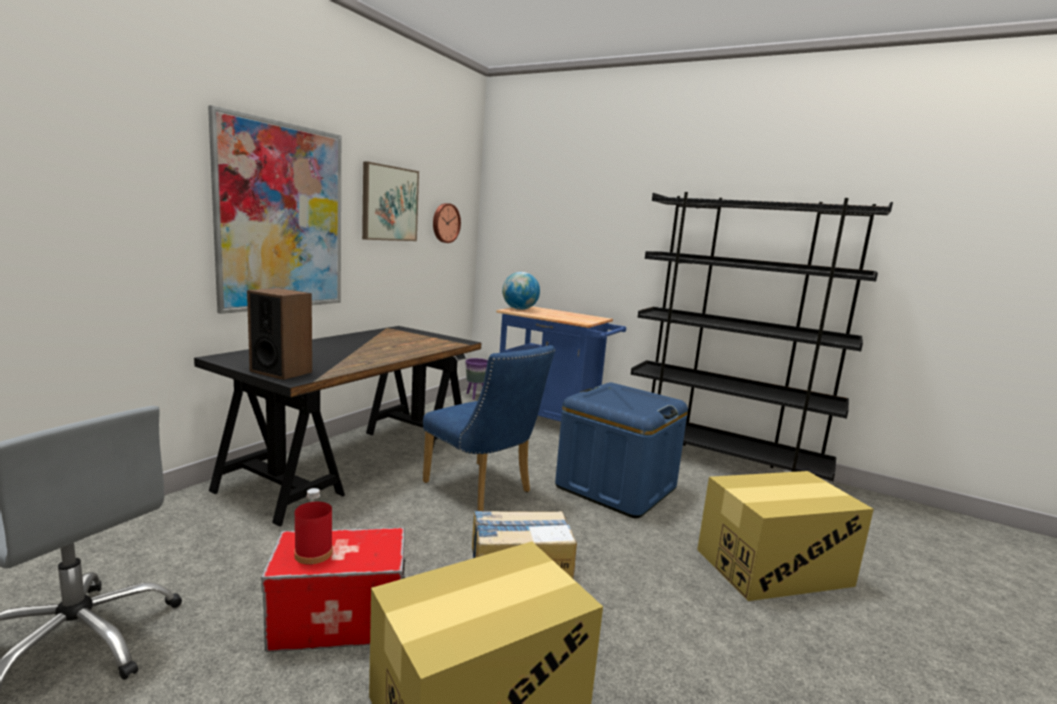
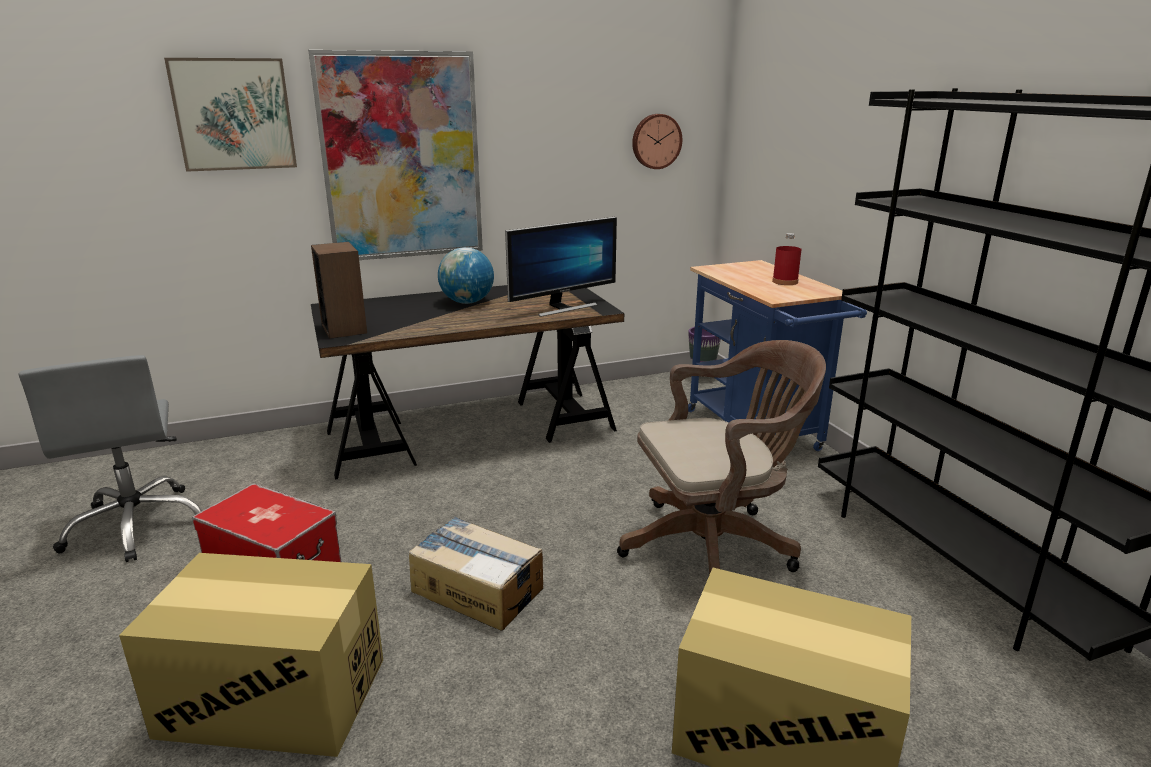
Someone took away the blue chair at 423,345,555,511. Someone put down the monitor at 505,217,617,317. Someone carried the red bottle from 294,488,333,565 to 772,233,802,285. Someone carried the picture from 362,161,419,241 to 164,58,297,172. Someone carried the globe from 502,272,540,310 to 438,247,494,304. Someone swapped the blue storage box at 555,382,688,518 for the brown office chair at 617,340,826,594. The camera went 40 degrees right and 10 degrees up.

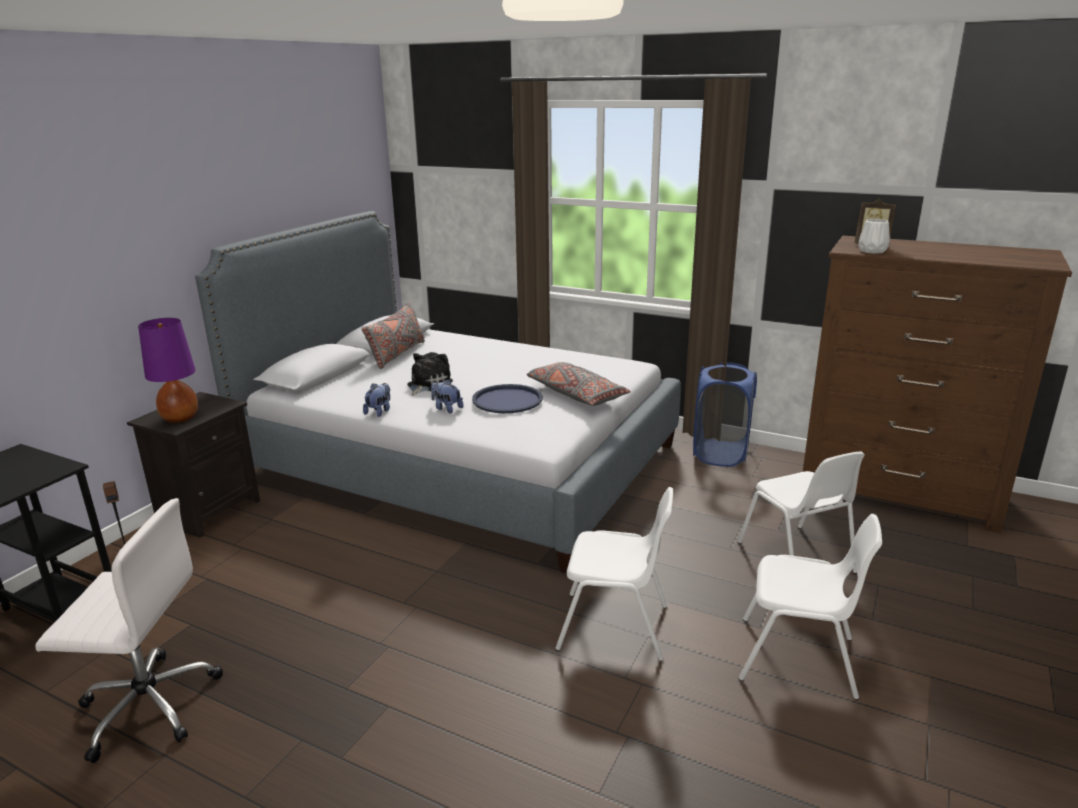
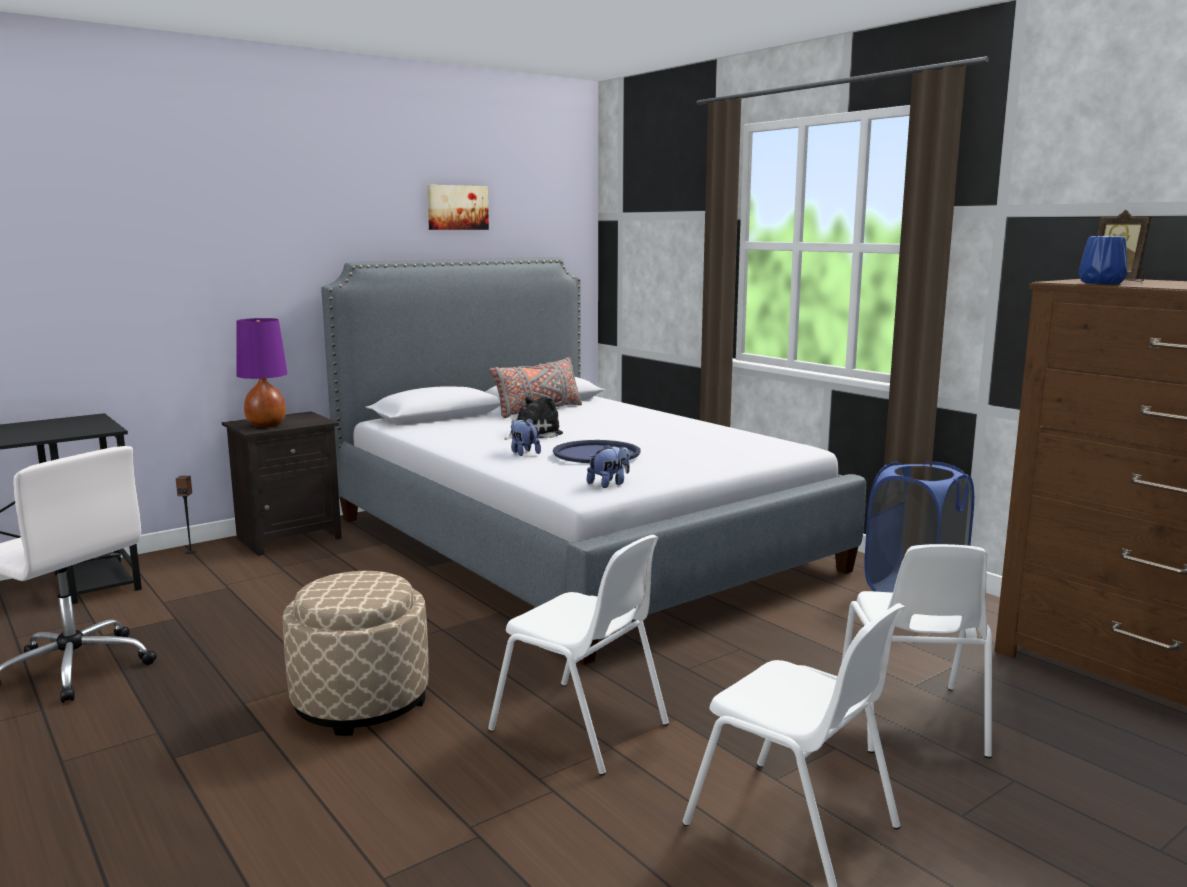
Someone took away the grey pillow at 527,362,631,406. Someone put down the beige ottoman at 283,571,429,736. Someone put up the picture at 427,185,489,230. Someone carried the plush toy from 363,383,390,417 to 587,444,630,488. Someone repainted the white vase at 859,219,890,254, which became the blue vase at 1078,236,1127,284. The camera went 25 degrees right and 10 degrees down.

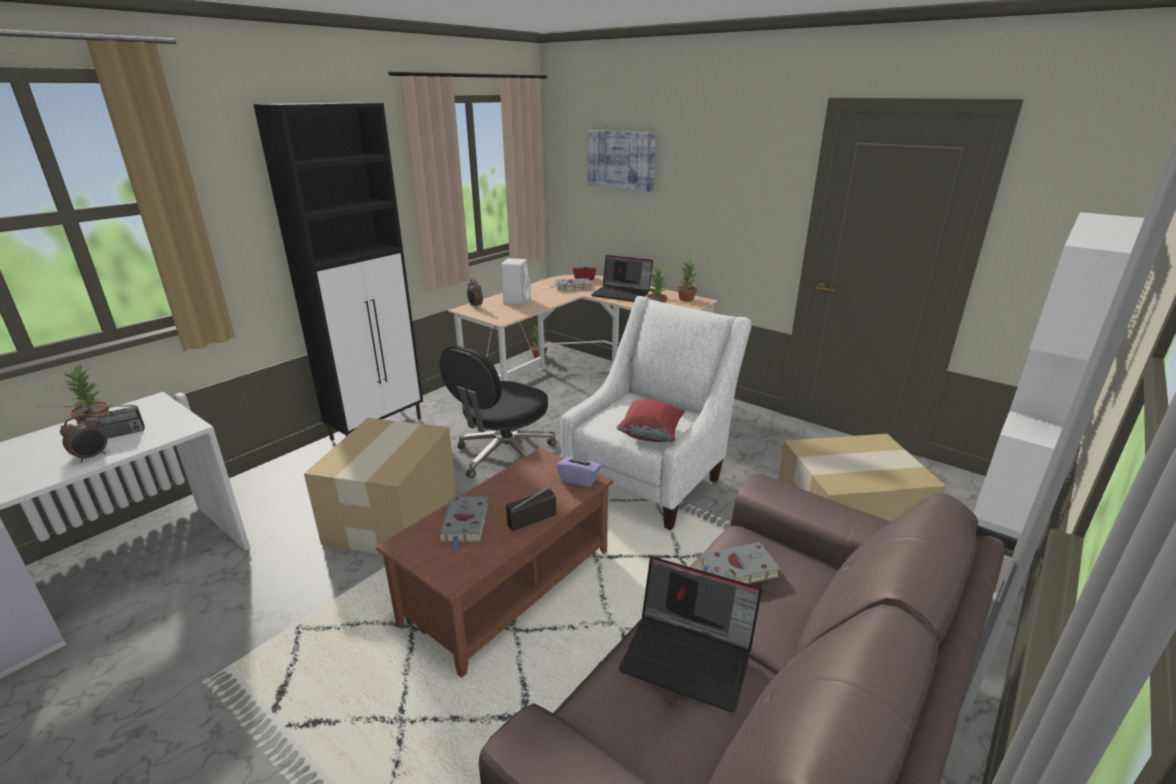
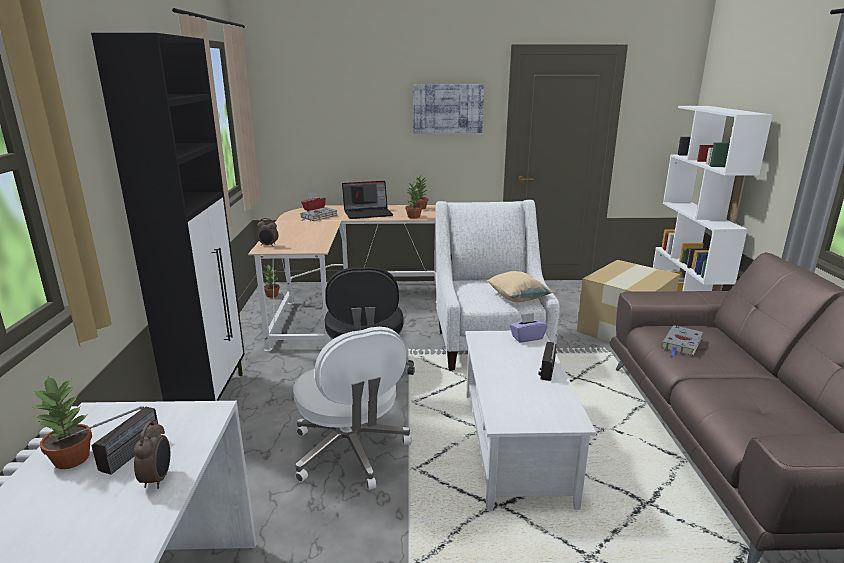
Someone took away the grey book at 439,496,489,551. Someone took away the white speaker at 501,258,531,305. Someone took away the laptop at 619,557,762,712. Someone carried the picture from 588,130,656,192 to 413,84,484,133. Someone swapped the cardboard box at 304,418,457,555 for the white office chair at 293,327,411,490. Someone repainted the brown coffee table at 376,448,613,678, which became the white coffee table at 465,331,596,511. Someone repainted the red pillow at 616,399,686,442, which became the beige pillow at 487,271,553,302. The camera went 40 degrees left and 5 degrees down.

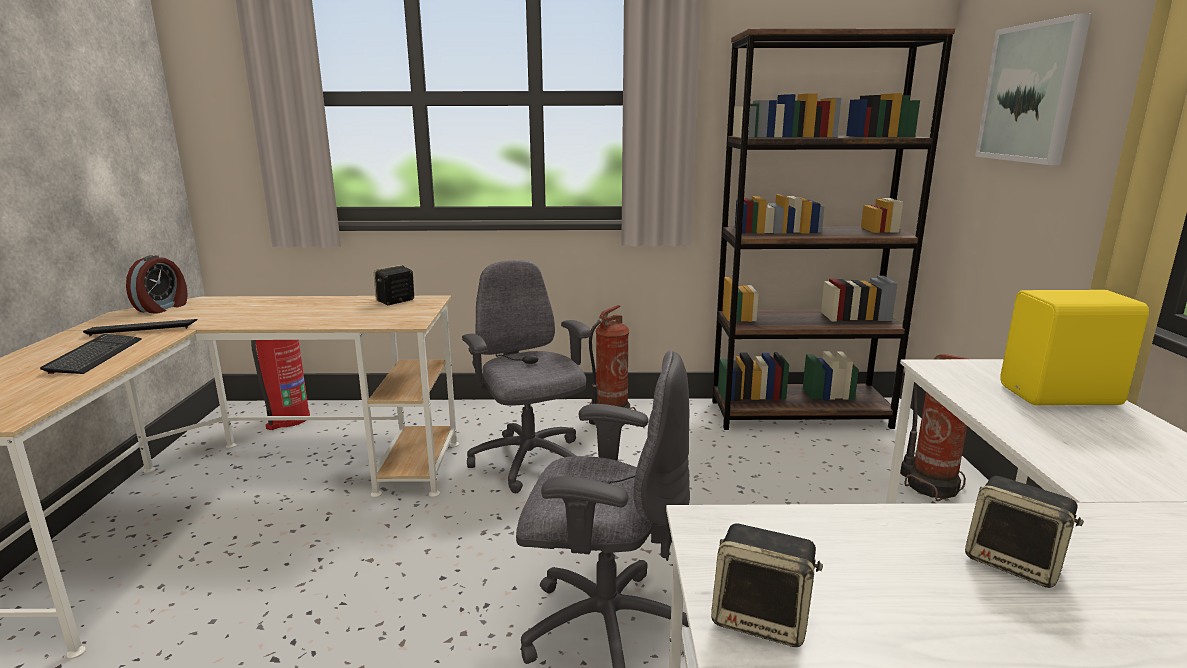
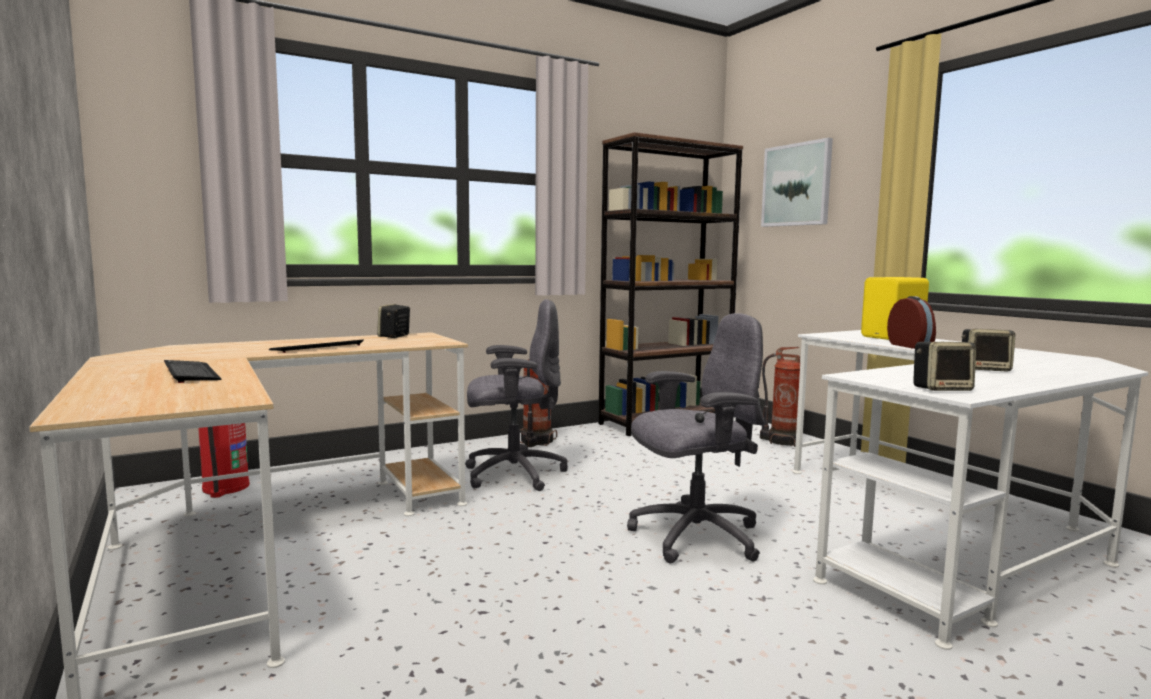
Someone carried the keyboard from 83,319,198,337 to 269,339,364,353. Someone carried the alarm clock from 126,255,188,314 to 887,296,936,349. Someone rotated the grey office chair at 462,260,591,493 by 135 degrees clockwise. The camera went 30 degrees left and 10 degrees down.

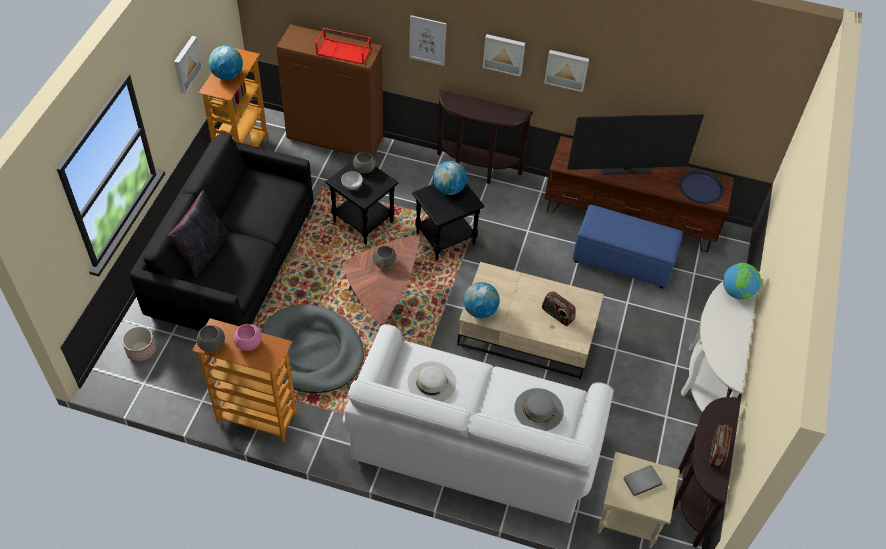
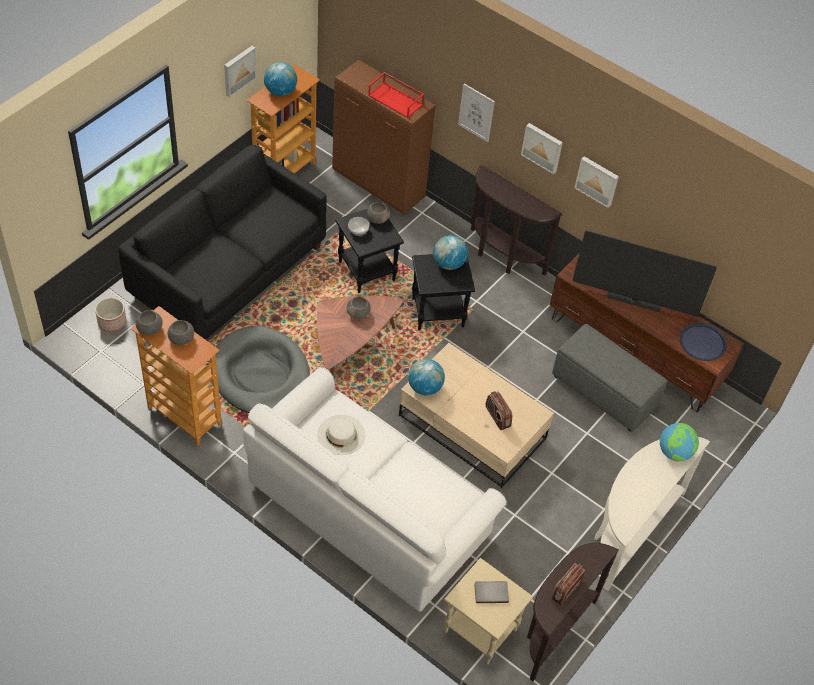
Someone took away the black pillow at 168,190,229,279. Someone took away the grey hat at 514,388,564,431. Someone repainted the pink bowl at 234,324,262,351, which became the grey bowl at 167,320,194,345. Someone repainted the blue ottoman at 573,205,683,289, which became the grey ottoman at 552,324,667,432. The camera went 20 degrees right and 0 degrees up.

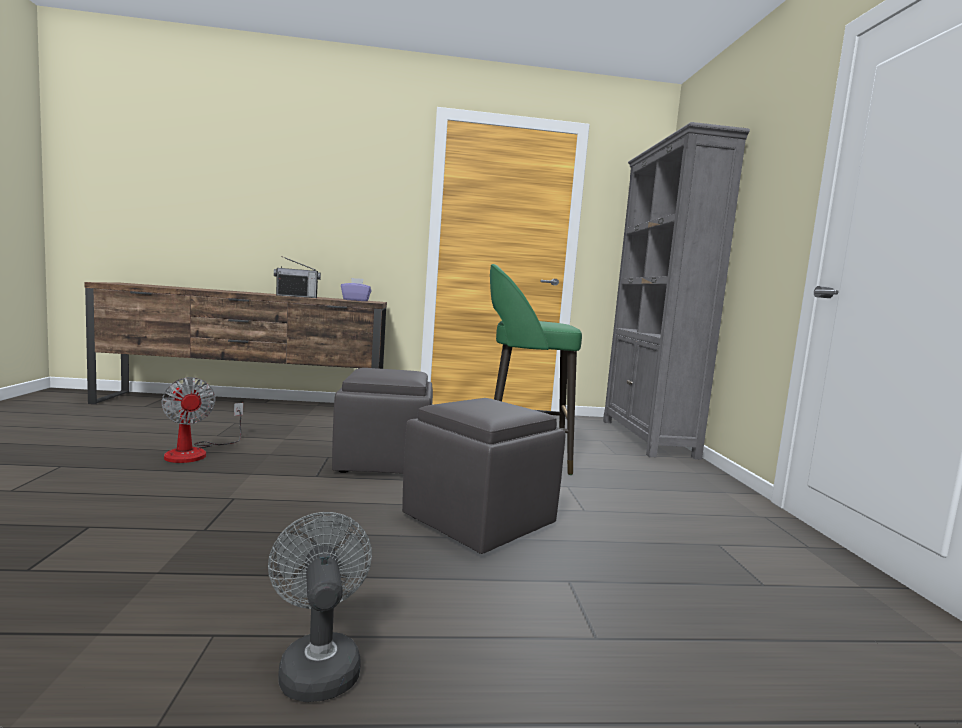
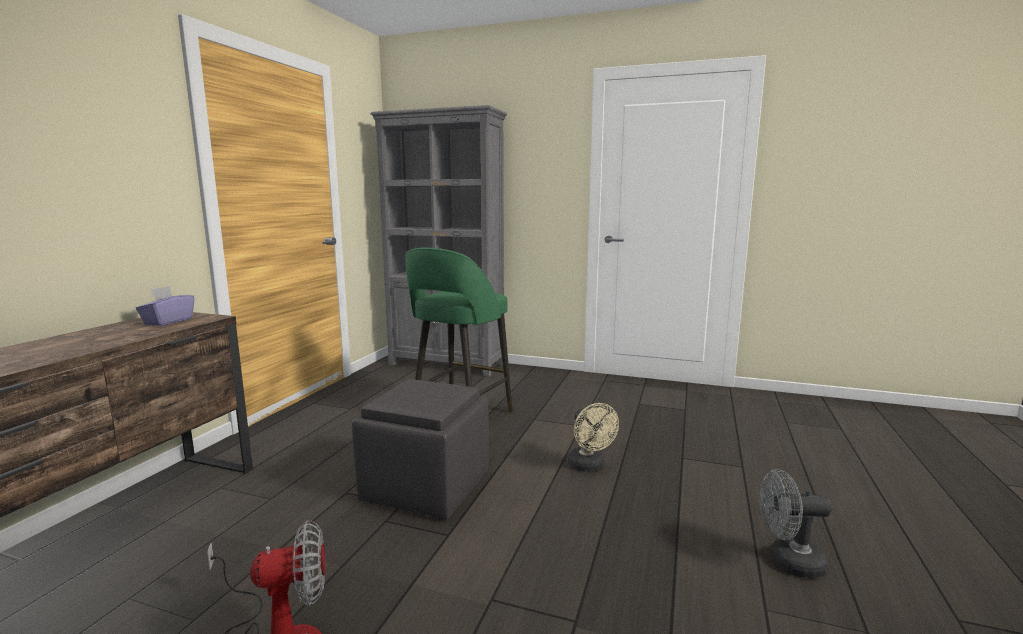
Someone took away the radio at 274,256,321,298. Someone swapped the grey ottoman at 402,398,566,554 for the beige fan at 567,403,619,472. The camera went 65 degrees left and 5 degrees up.

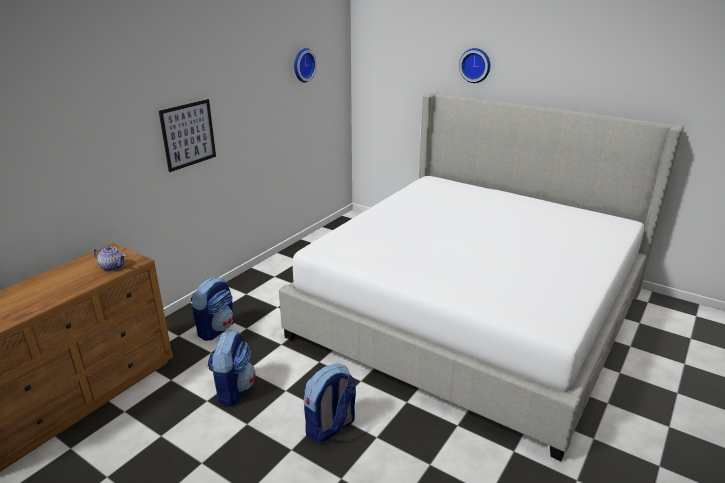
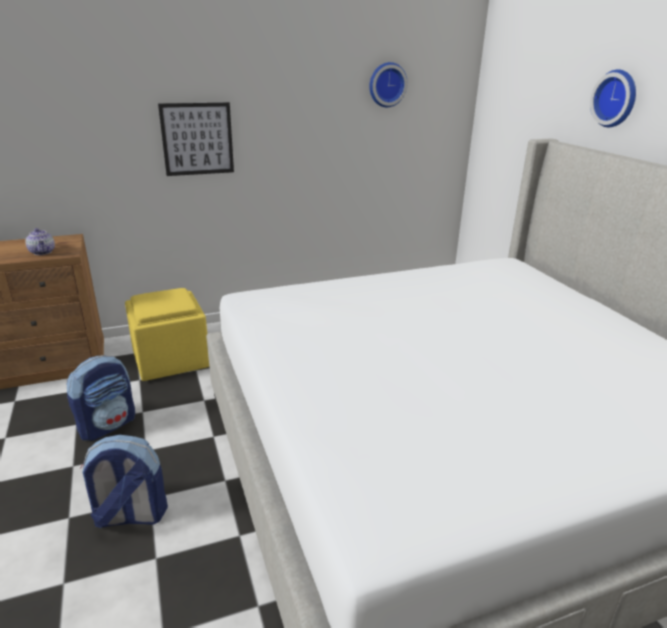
Someone swapped the backpack at 191,277,234,341 for the yellow ottoman at 125,288,209,381. The camera went 35 degrees right and 0 degrees up.

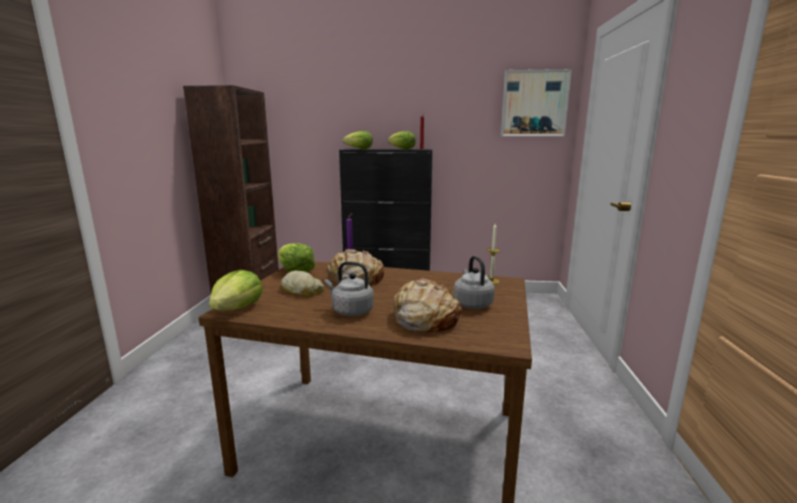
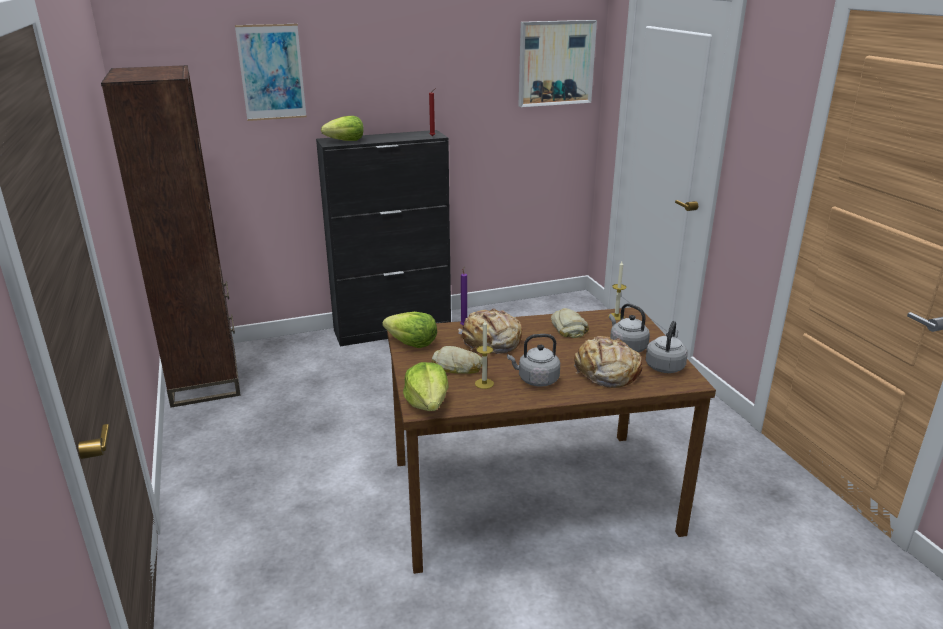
Someone took away the lettuce at 388,131,416,149. Someone put up the picture at 235,24,307,121. Someone put down the candle at 475,321,494,389. Someone put down the bread at 551,308,589,338. Someone put down the grey kettle at 646,321,688,373. The camera went 25 degrees left and 10 degrees up.

